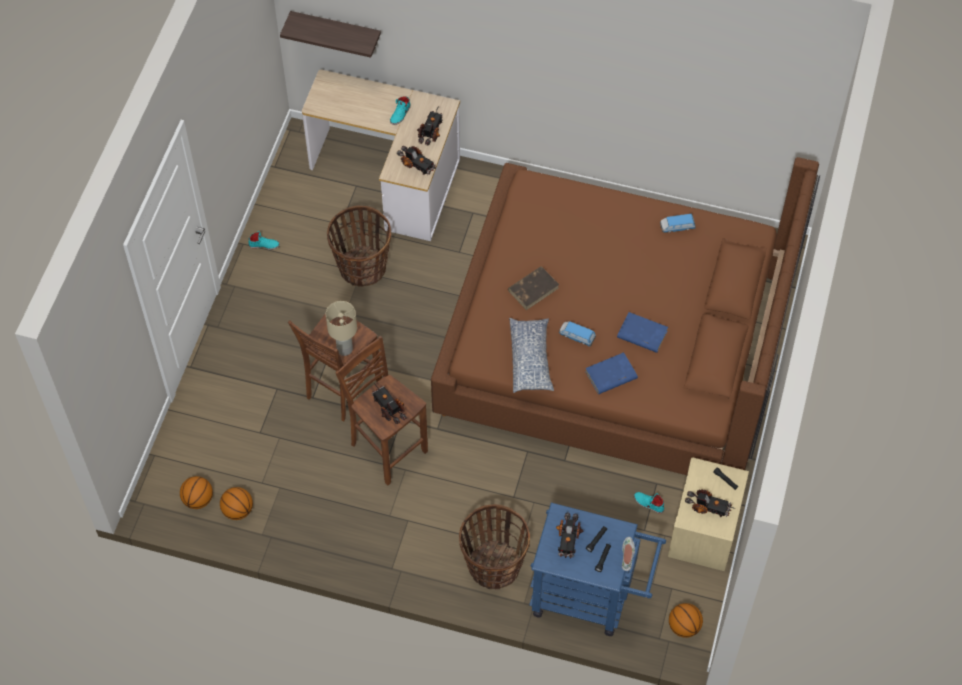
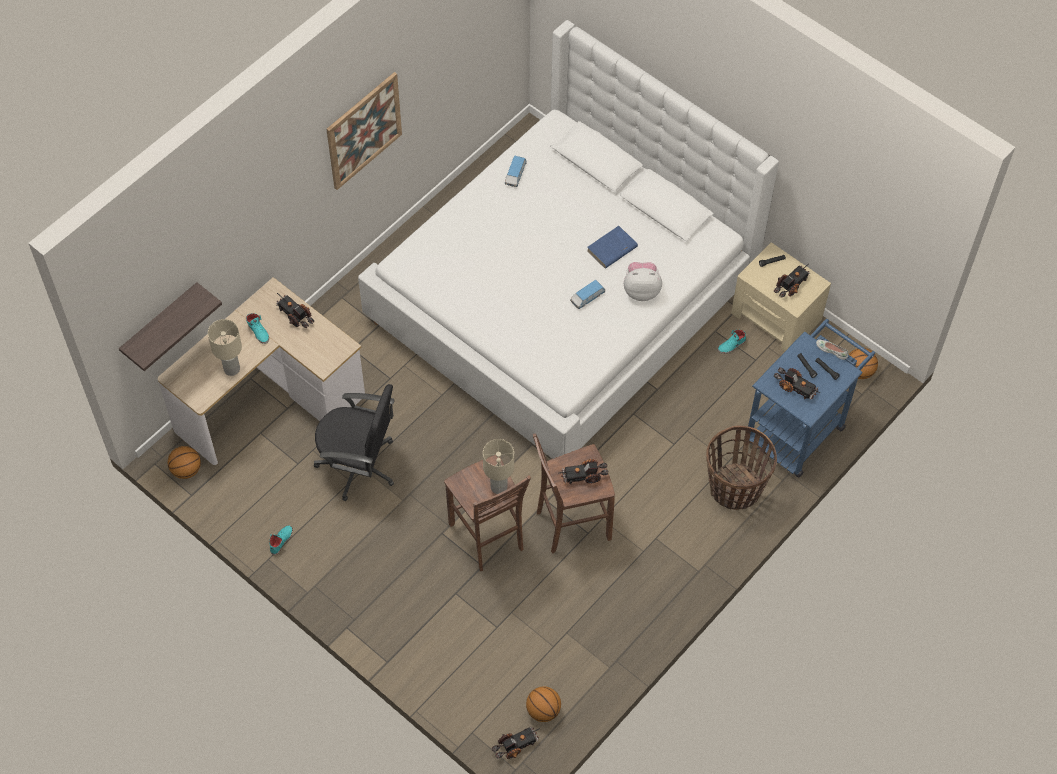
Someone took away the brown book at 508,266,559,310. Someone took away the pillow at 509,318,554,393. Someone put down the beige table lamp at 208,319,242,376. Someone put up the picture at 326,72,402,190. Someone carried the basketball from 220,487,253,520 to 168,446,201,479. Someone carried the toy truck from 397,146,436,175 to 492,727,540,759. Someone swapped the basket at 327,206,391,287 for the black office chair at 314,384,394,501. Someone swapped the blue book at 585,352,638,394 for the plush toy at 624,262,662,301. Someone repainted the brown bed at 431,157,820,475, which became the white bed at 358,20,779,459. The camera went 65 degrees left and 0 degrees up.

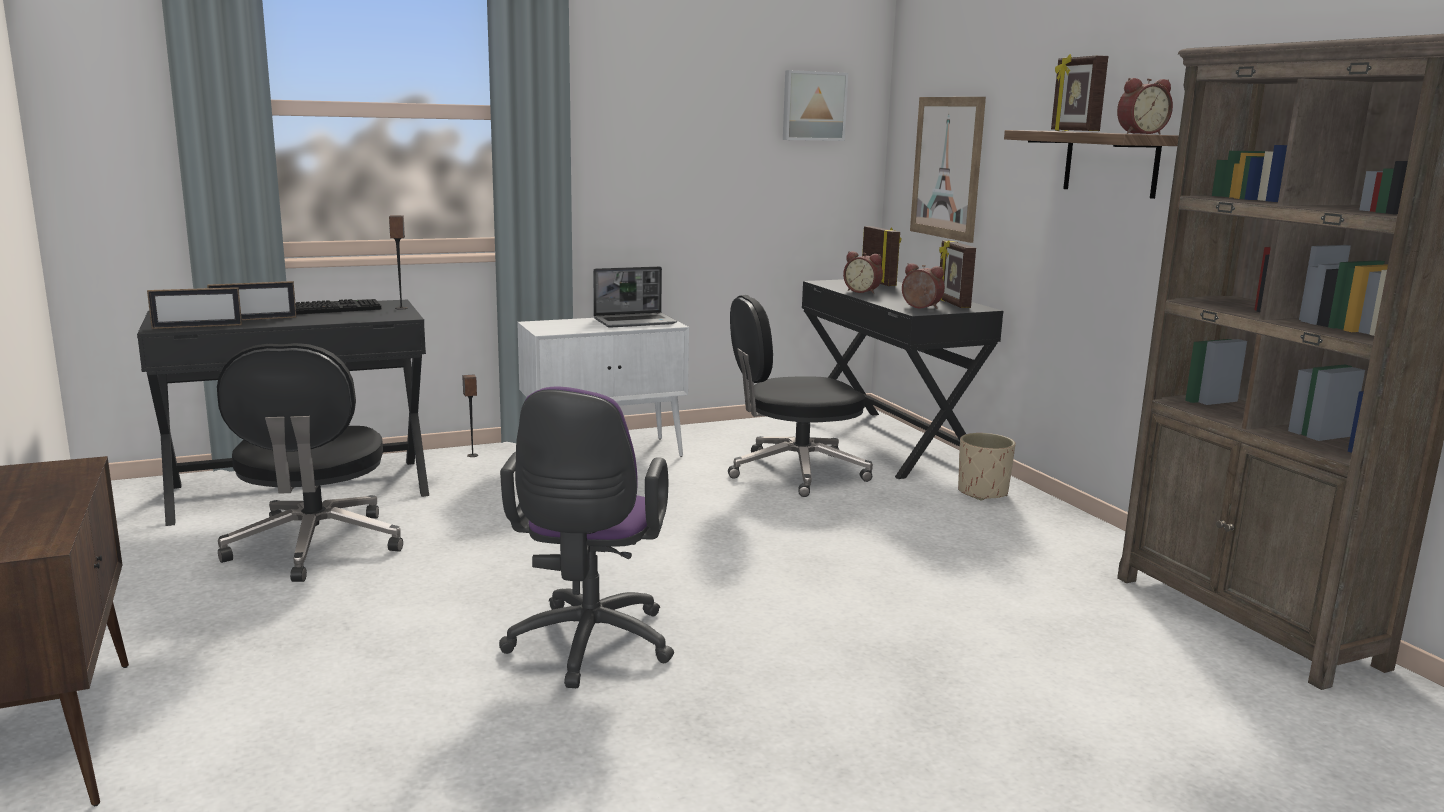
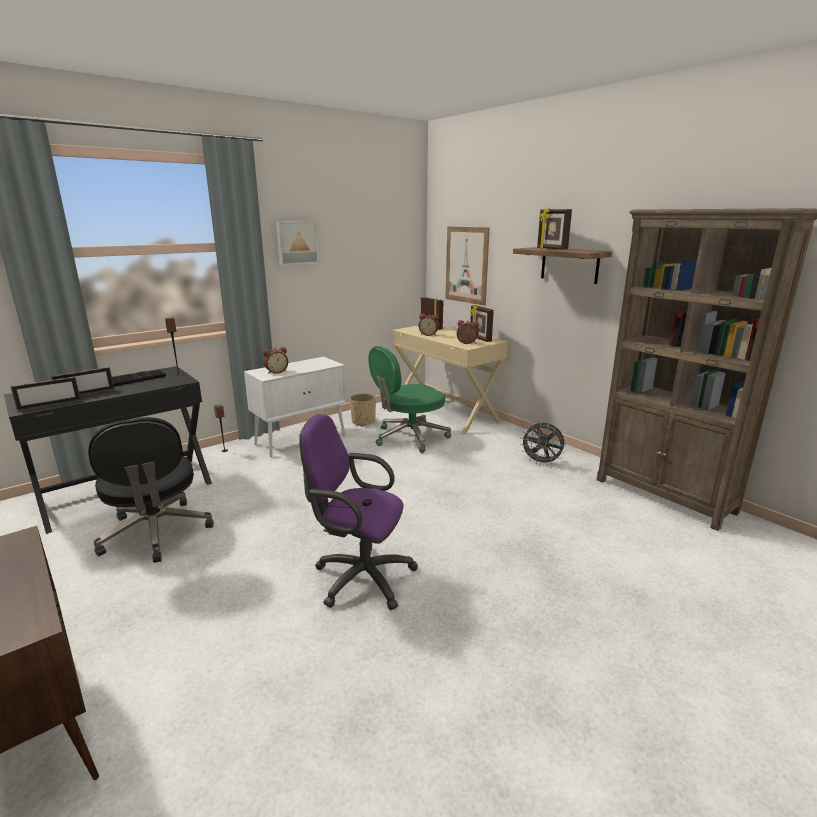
Someone took away the laptop at 593,266,677,328. Someone put down the grey fan at 520,423,566,466. Someone carried the picture from 783,70,848,141 to 276,221,319,266. Someone carried the beige planter from 958,433,1015,501 to 350,393,376,427. Someone carried the alarm clock from 1117,78,1173,134 to 263,347,288,374. Someone repainted the black office chair at 728,295,873,497, which became the green office chair at 369,346,451,453. Someone repainted the black desk at 802,279,1003,479, which became the beige desk at 392,326,508,435. Someone rotated the purple office chair at 499,387,674,688 by 120 degrees clockwise. The camera went 15 degrees left and 5 degrees up.

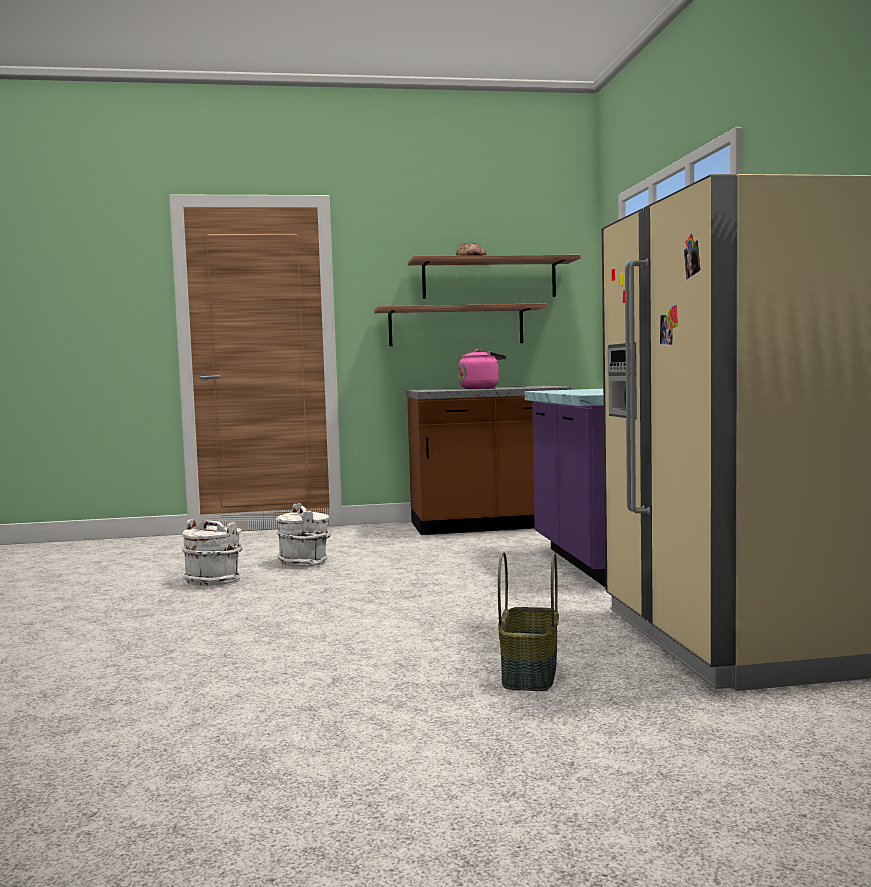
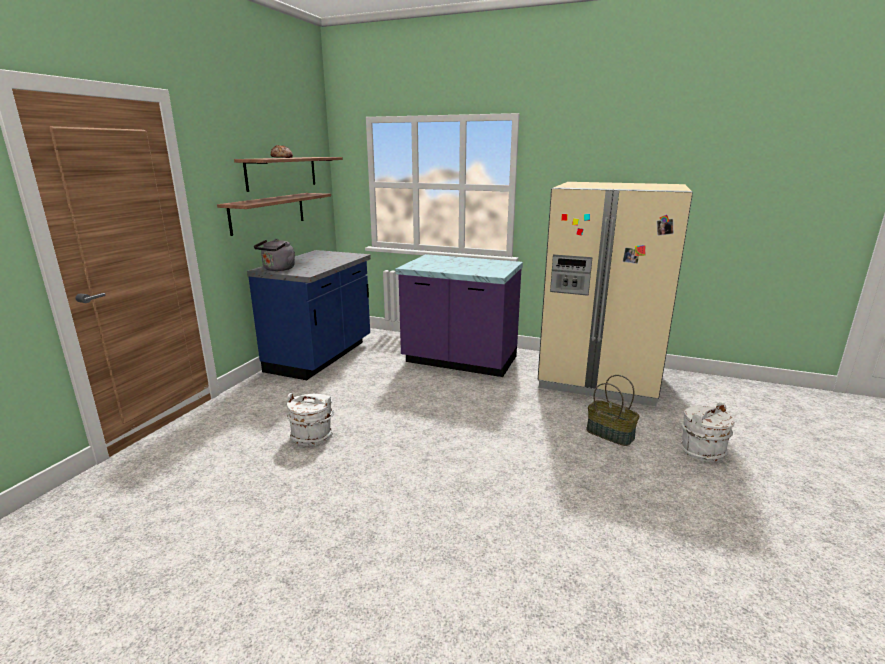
Someone took away the pink kettle at 458,349,506,389. Someone put down the grey kettle at 254,239,295,271. Someone carried the white bucket from 182,519,242,586 to 681,402,735,462. Someone repainted the brown counter at 406,386,571,535, which became the blue counter at 247,250,371,380. The camera went 60 degrees left and 15 degrees up.

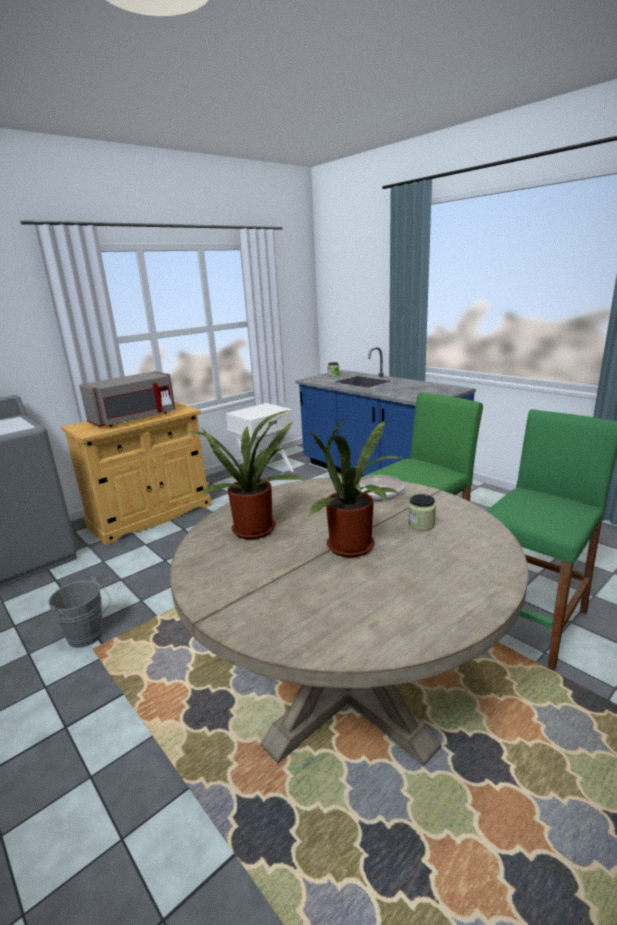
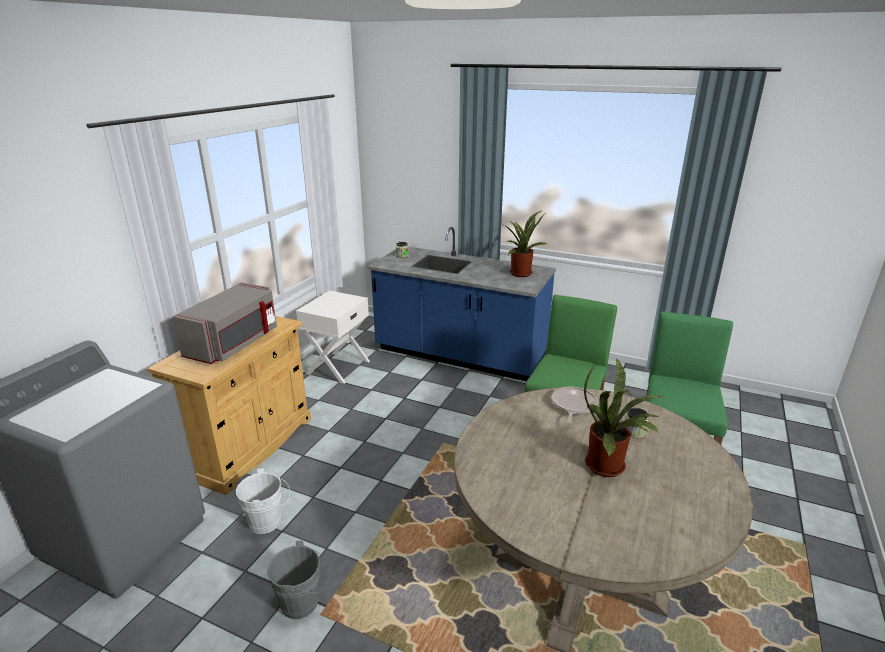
Someone put down the white bucket at 236,468,290,534. Someone carried the potted plant from 182,410,304,539 to 500,210,547,277. The camera went 25 degrees left and 5 degrees up.

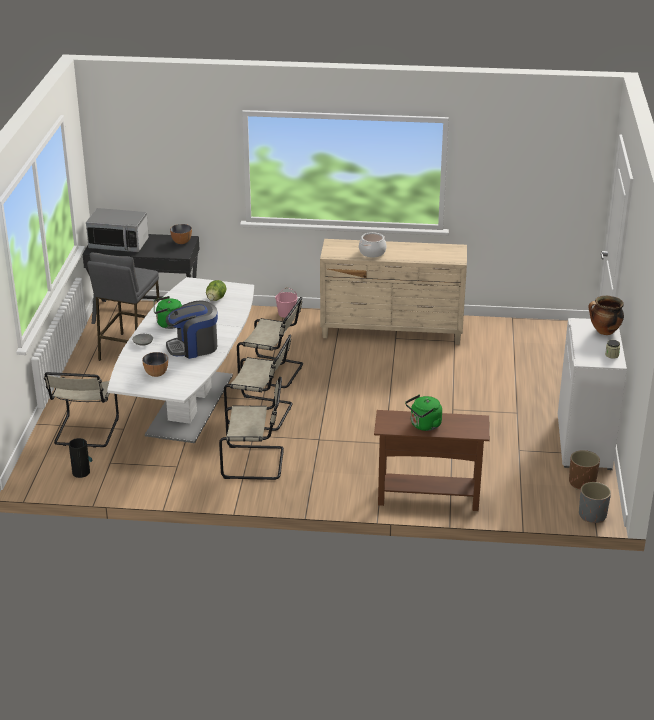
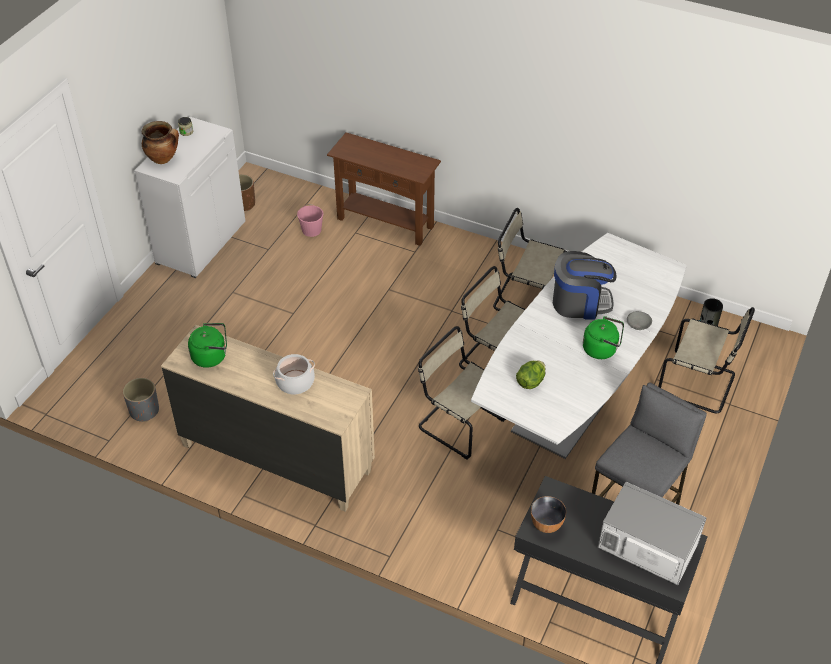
Someone took away the bowl at 142,352,168,377. Someone carried the pink bucket from 275,287,298,318 to 297,204,323,237. Someone carried the green kettle from 405,395,442,431 to 188,323,227,368. Someone carried the grey planter from 579,482,611,523 to 123,378,159,422. Someone rotated the beige chair at 44,372,119,448 by 90 degrees clockwise. The camera went 160 degrees left and 15 degrees up.

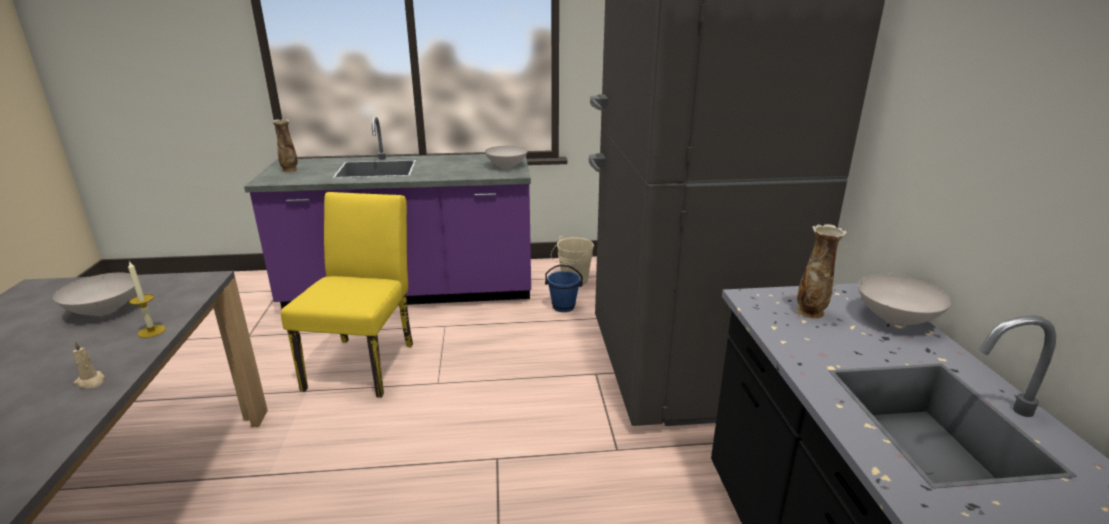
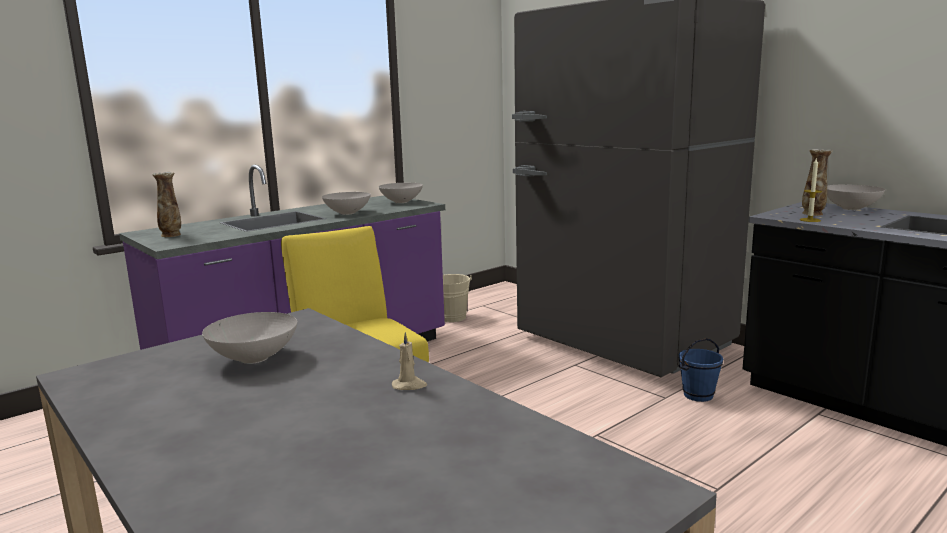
Someone put down the white bowl at 322,192,371,215. Someone carried the candle from 128,261,166,338 to 800,159,822,222. Someone carried the blue bucket from 545,265,583,312 to 678,338,723,402. The camera went 35 degrees left and 10 degrees down.

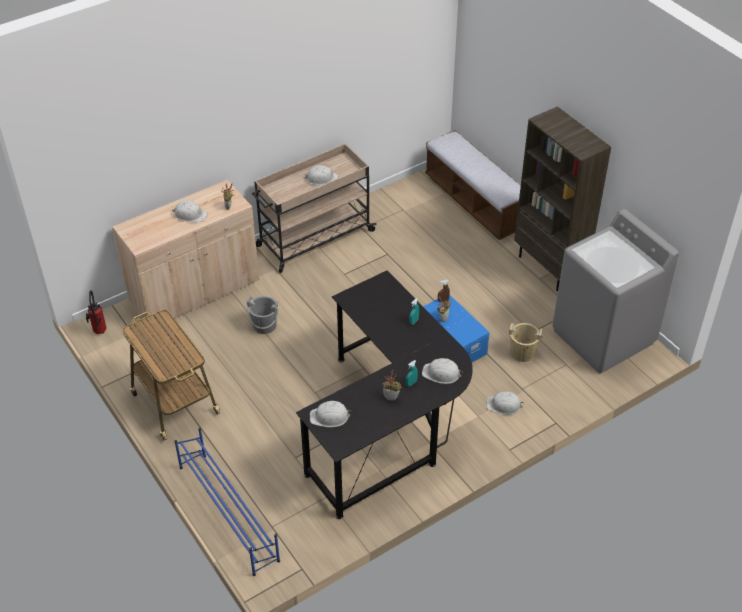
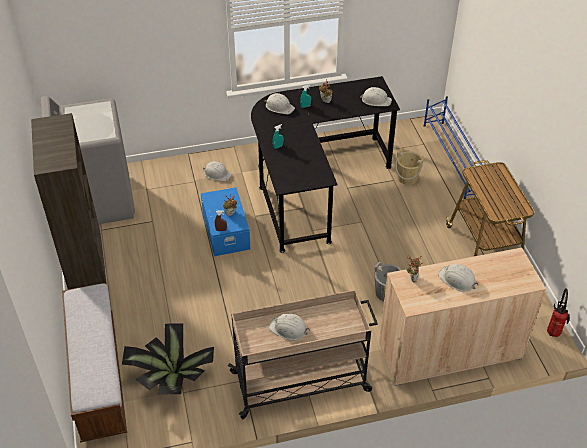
Someone put down the potted plant at 122,323,214,394. Someone carried the beige bucket from 509,323,543,362 to 395,149,424,185. The camera went 160 degrees left and 0 degrees up.

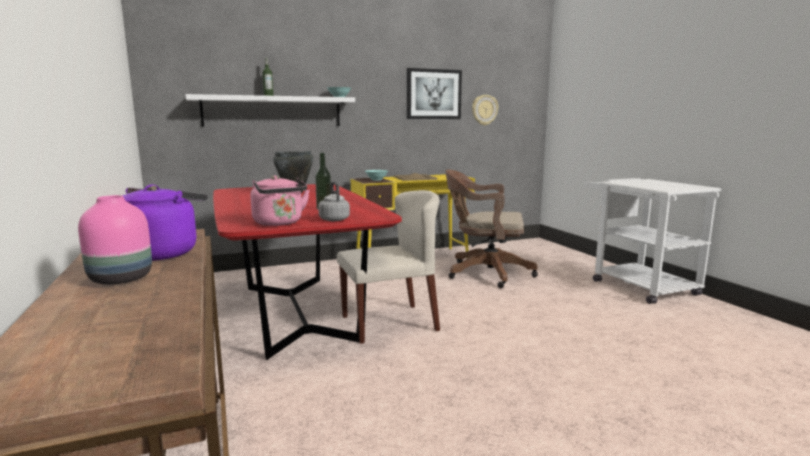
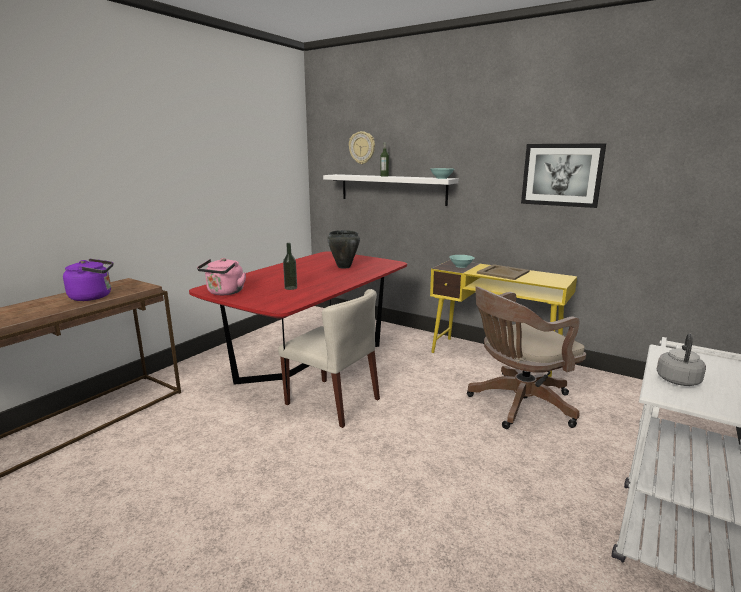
Someone took away the pink vase at 78,195,152,285. Someone carried the grey kettle from 318,181,350,221 to 657,333,706,386. Someone carried the wall clock from 472,95,498,126 to 349,131,375,164. Someone rotated the brown office chair at 445,170,538,288 by 90 degrees counterclockwise. The camera went 55 degrees right and 5 degrees up.

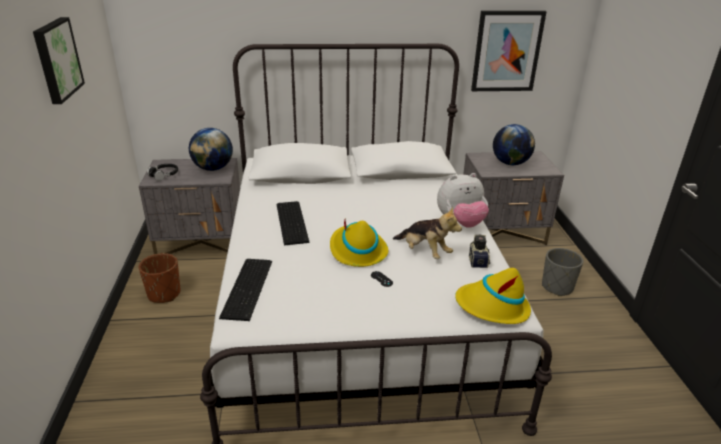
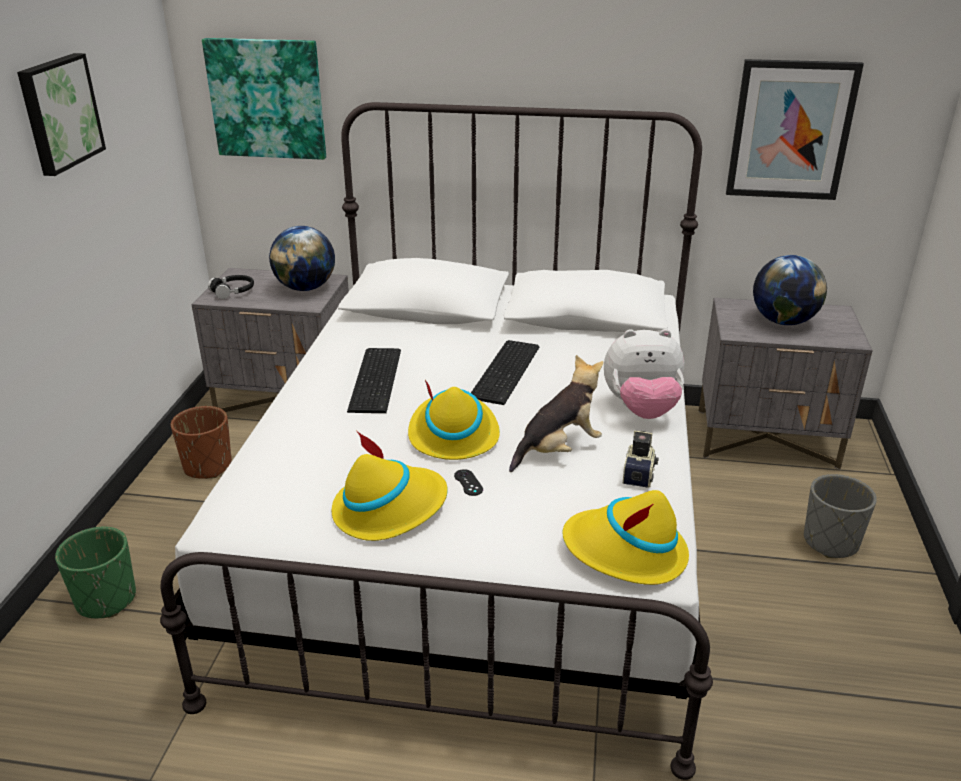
Someone put down the green planter at 55,527,136,618. Someone put up the picture at 202,38,326,160. Someone put down the yellow hat at 332,431,448,541. Someone carried the keyboard from 219,259,272,321 to 471,340,540,405. Someone rotated the plush toy at 393,207,462,259 by 90 degrees counterclockwise. The camera went 15 degrees right and 0 degrees up.

